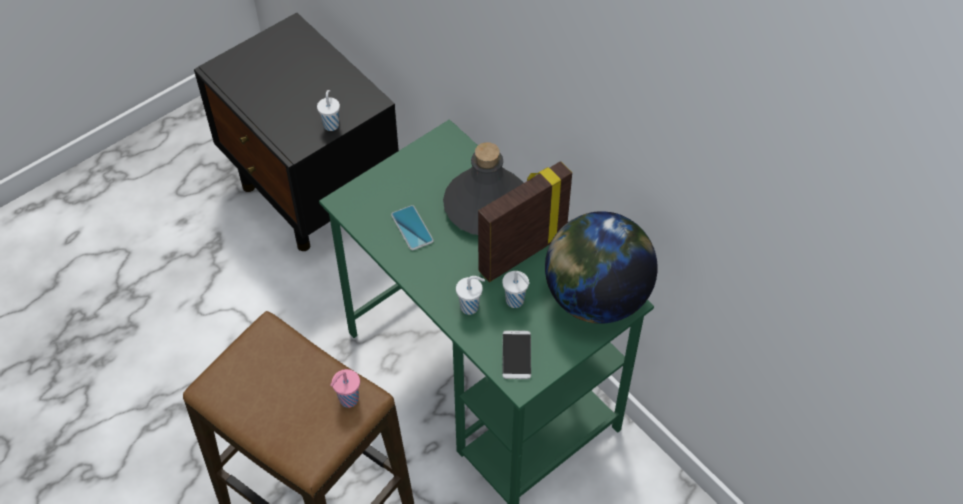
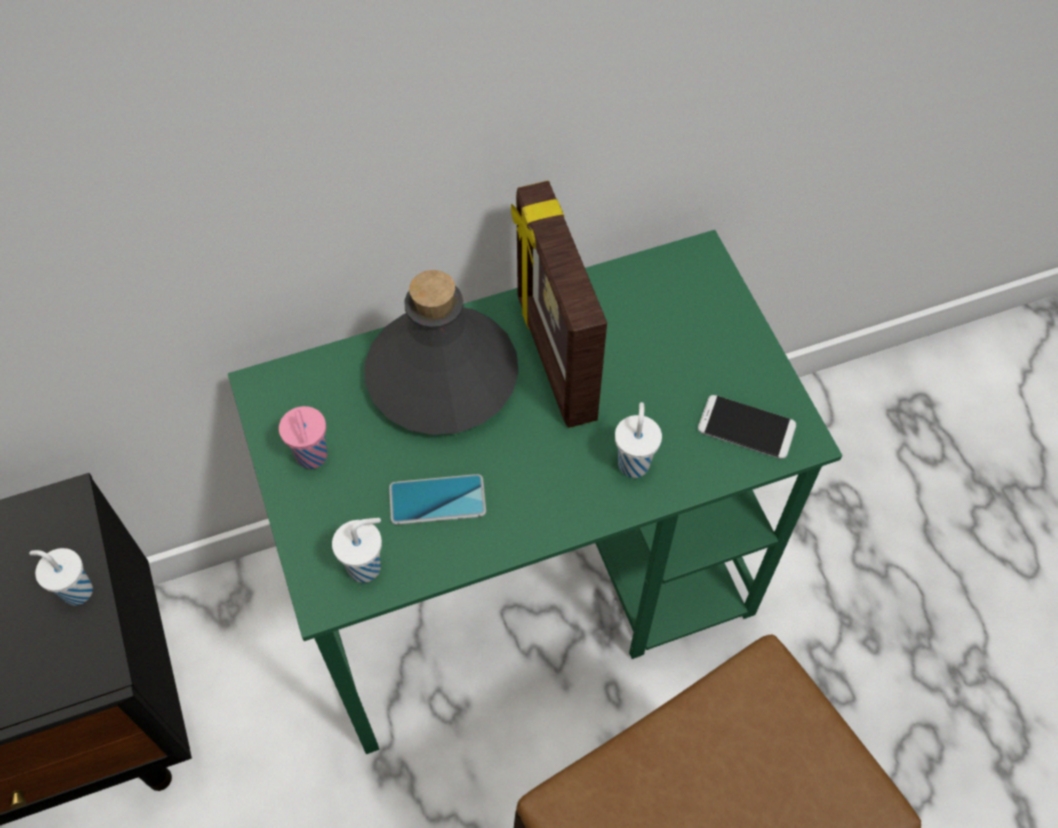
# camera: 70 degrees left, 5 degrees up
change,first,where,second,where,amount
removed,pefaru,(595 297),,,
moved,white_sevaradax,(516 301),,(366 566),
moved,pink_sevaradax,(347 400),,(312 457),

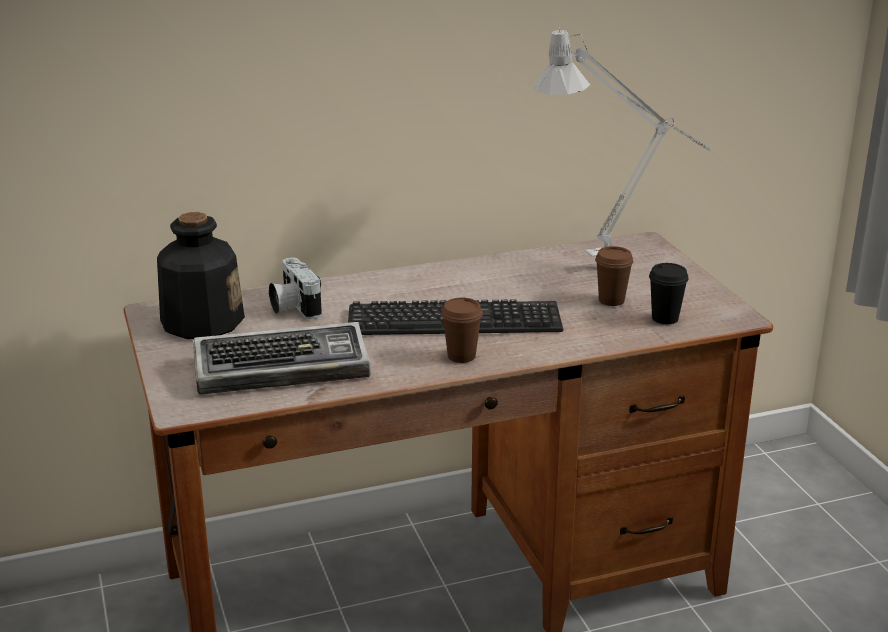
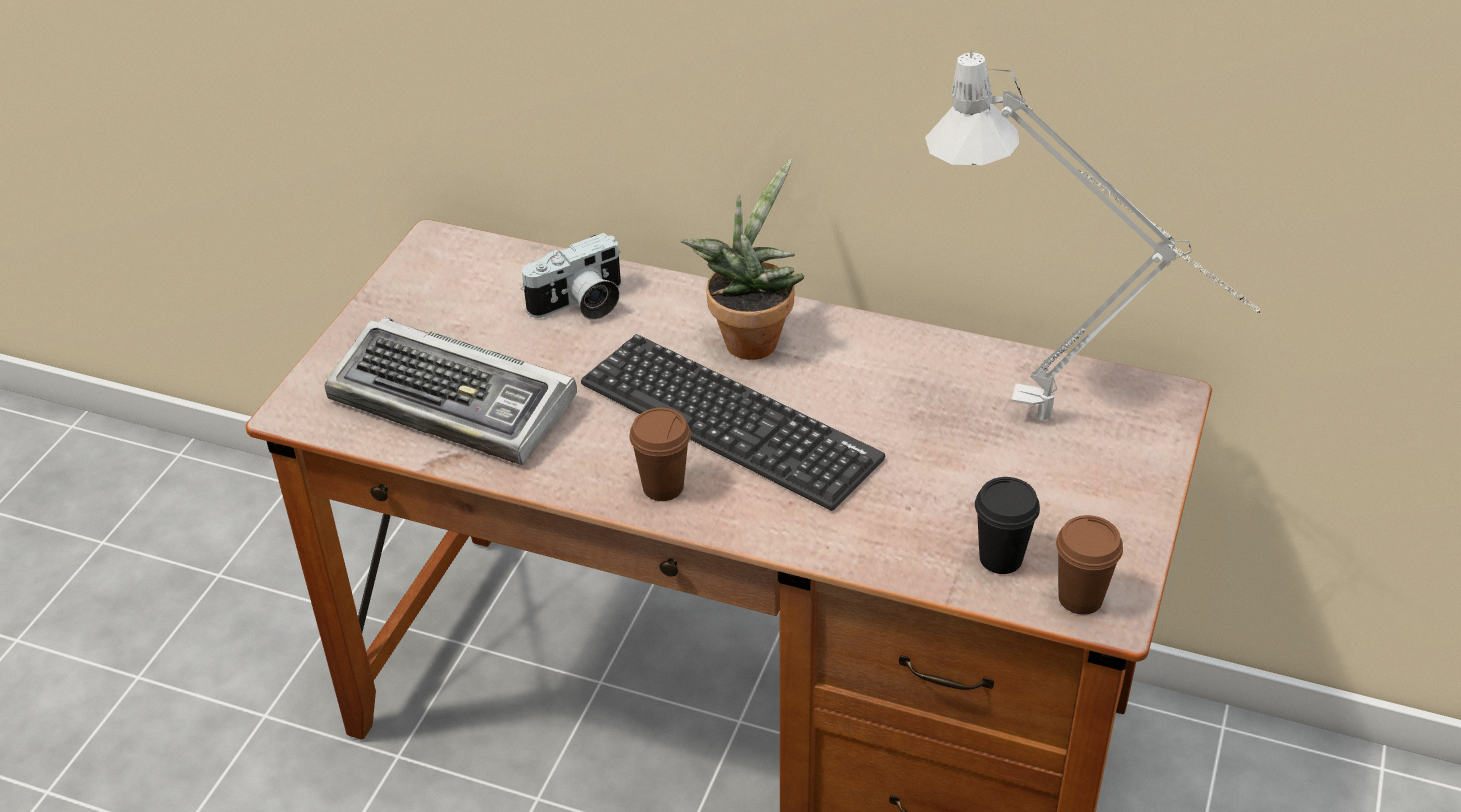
# camera: 40 degrees right, 15 degrees up
change,first,where,second,where,amount
removed,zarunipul,(201 321),,,
moved,brown_sevaradax,(611 300),,(1080 598),
turned,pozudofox,(293 306),,(580 305),135 degrees counterclockwise
added,,,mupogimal,(750 337),

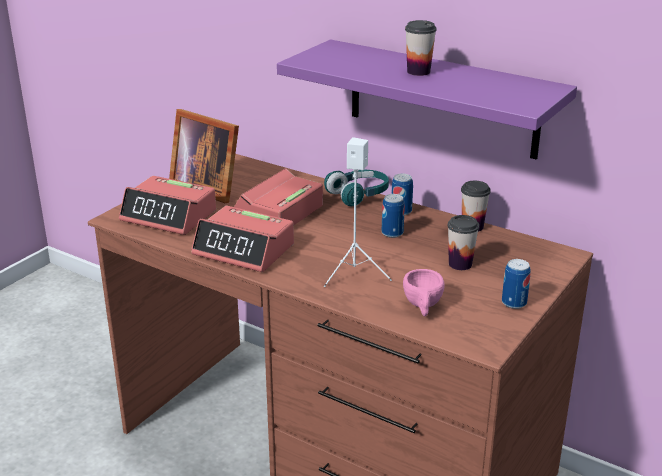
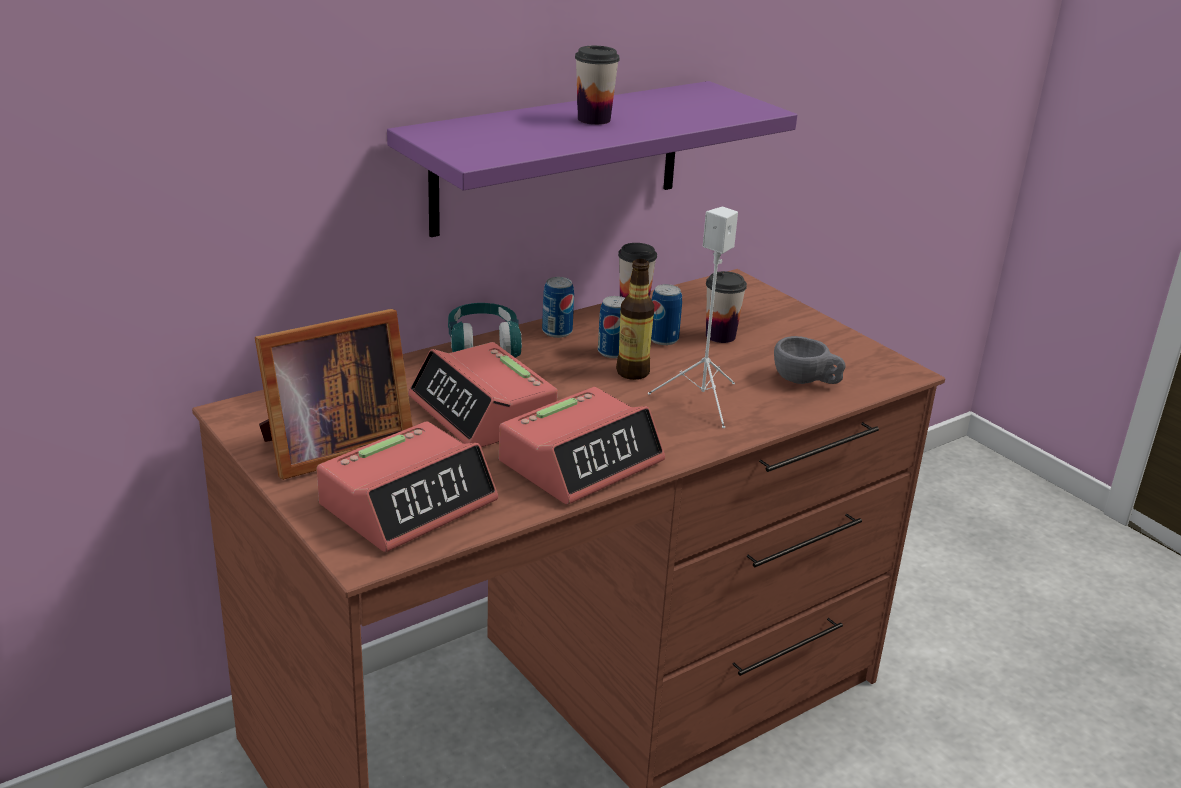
# camera: 70 degrees left, 0 degrees up
change,first,where,second,where,amount
moved,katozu,(514 303),,(663 339),
recoloured,pink_sevaradax,(423 306),grey_sevaradax,(806 381),
added,,,zarunipul,(633 372),

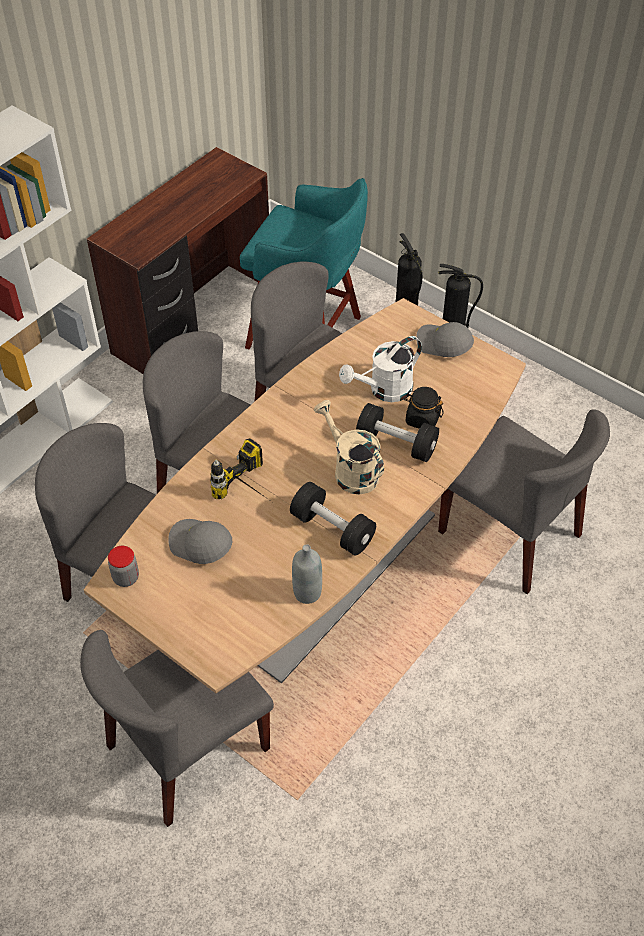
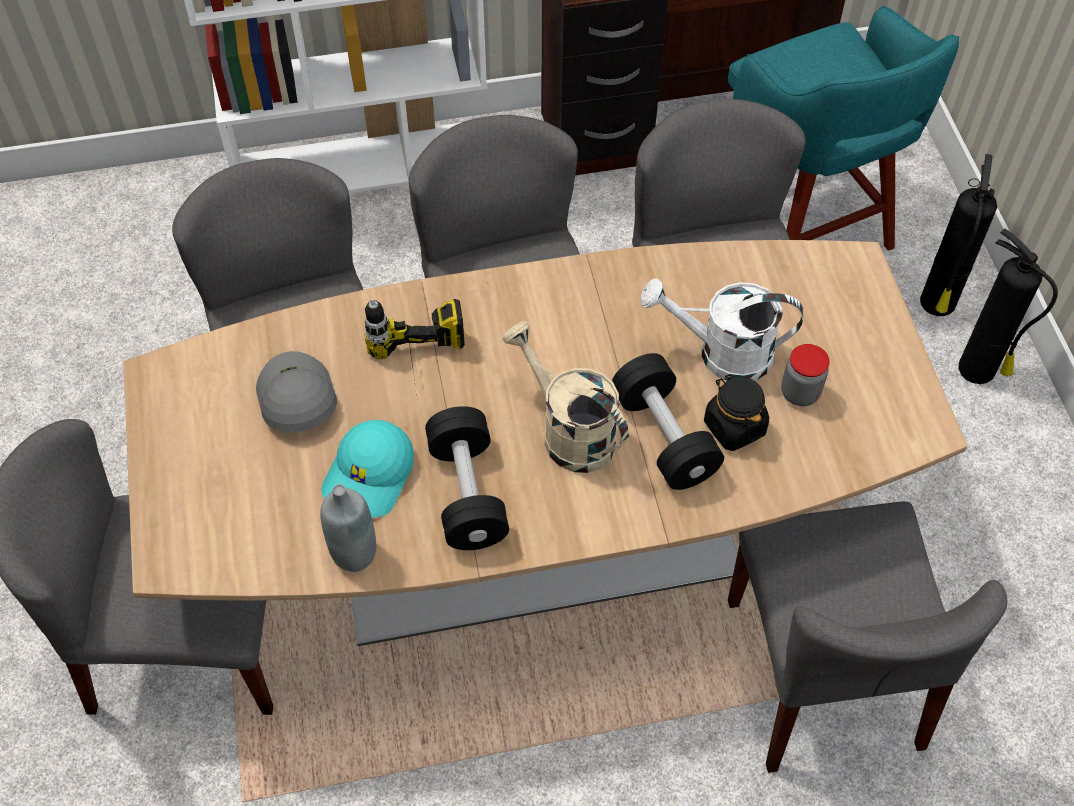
# camera: 40 degrees right, 5 degrees up
change,first,where,second,where,amount
removed,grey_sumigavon,(443 344),,,
turned,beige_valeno,(350 470),,(568 431),45 degrees counterclockwise
moved,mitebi,(126 577),,(800 393),
added,,,turquoise_sumigavon,(370 477),

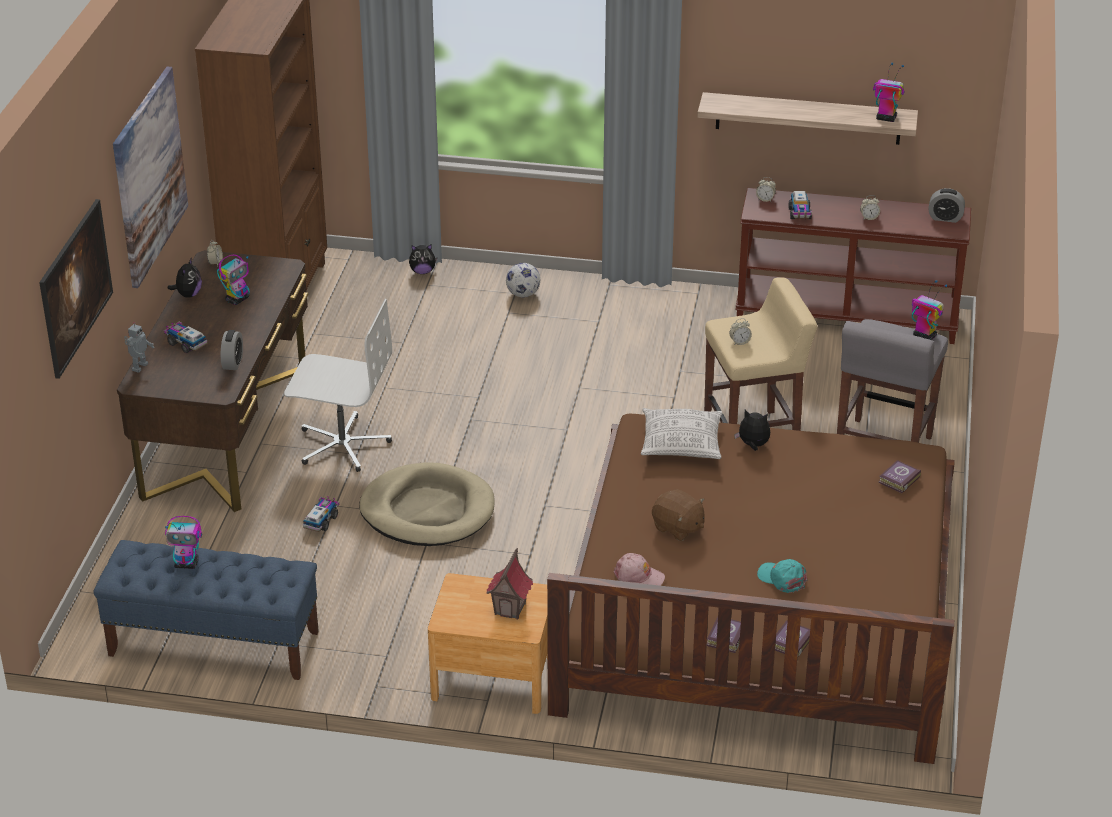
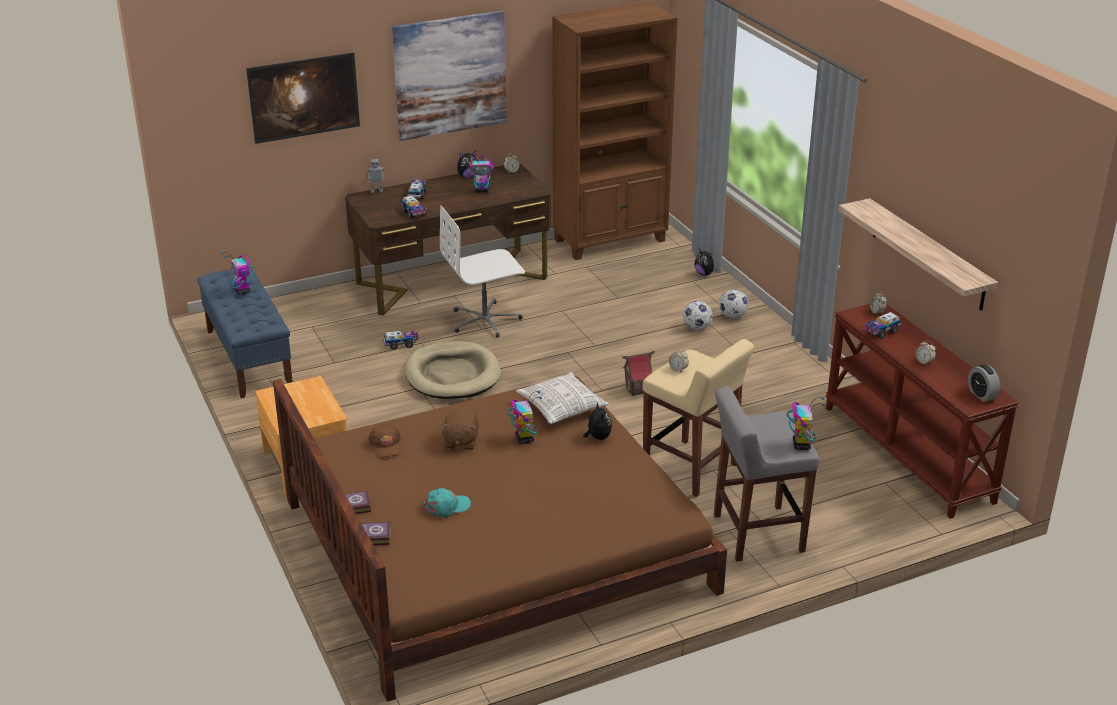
# camera: 55 degrees right, 5 degrees down
change,first,where,second,where,amount
moved,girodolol,(885 118),,(524 438),
turned,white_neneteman,(342 444),,(485 320),90 degrees clockwise
replaced,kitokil,(233 363),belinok,(414 213),
removed,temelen,(898 480),,,
moved,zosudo,(510 609),,(637 390),
recoloured,pink_sumigavon,(638 577),brown_sumigavon,(386 445),
turned,turquoise_sumigavon,(782 579),,(447 506),60 degrees clockwise
added,,,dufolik,(696 328),

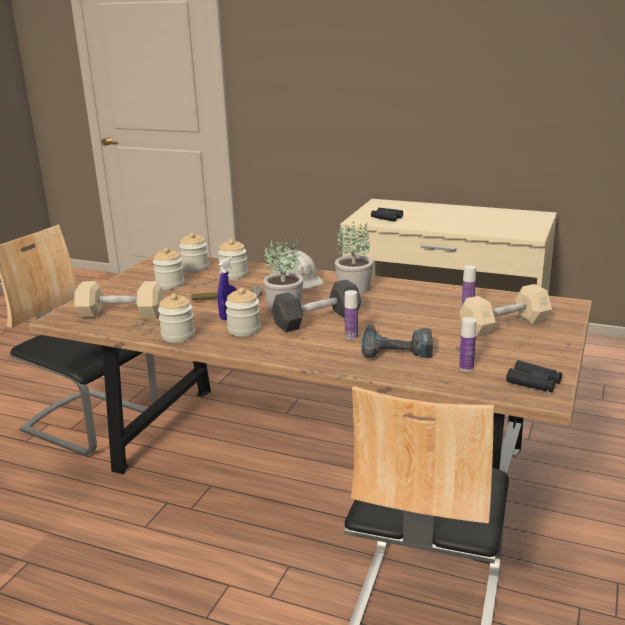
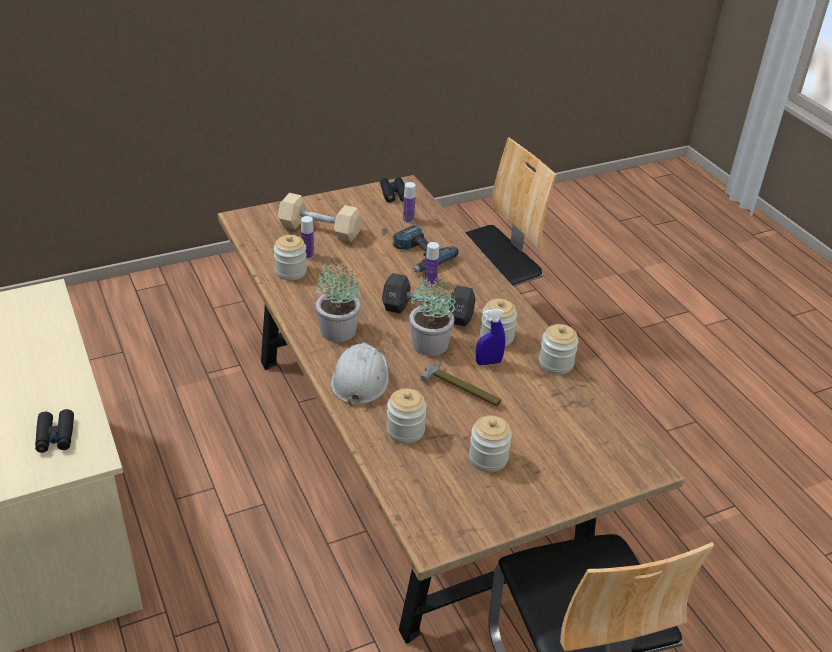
# camera: 140 degrees left, 15 degrees up
change,first,where,second,where,amount
moved,mitebi,(195 268),,(291 271),
removed,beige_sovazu,(121 313),,,

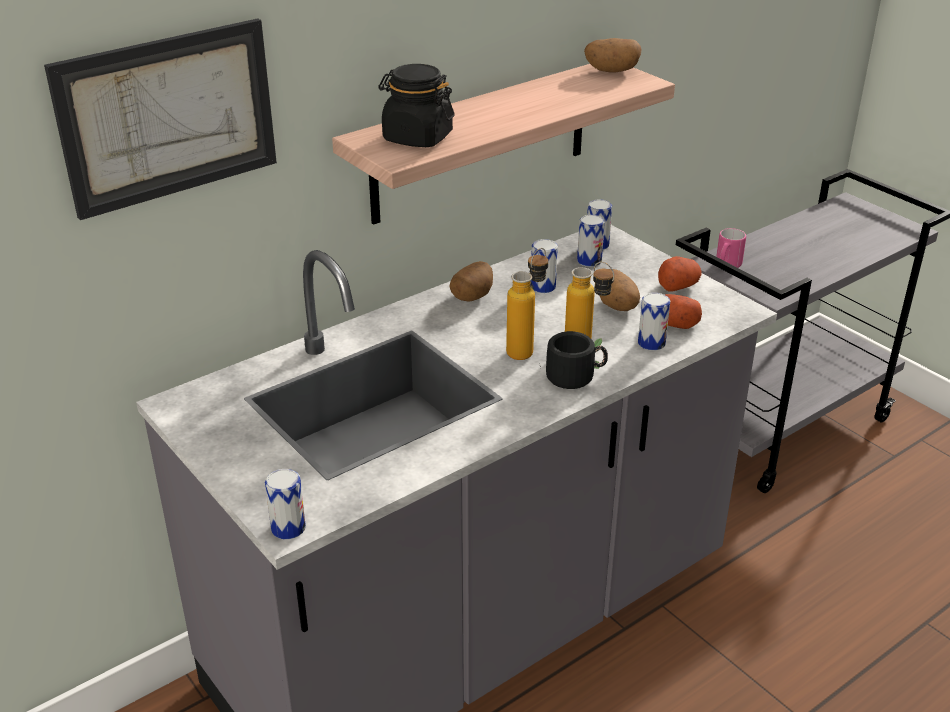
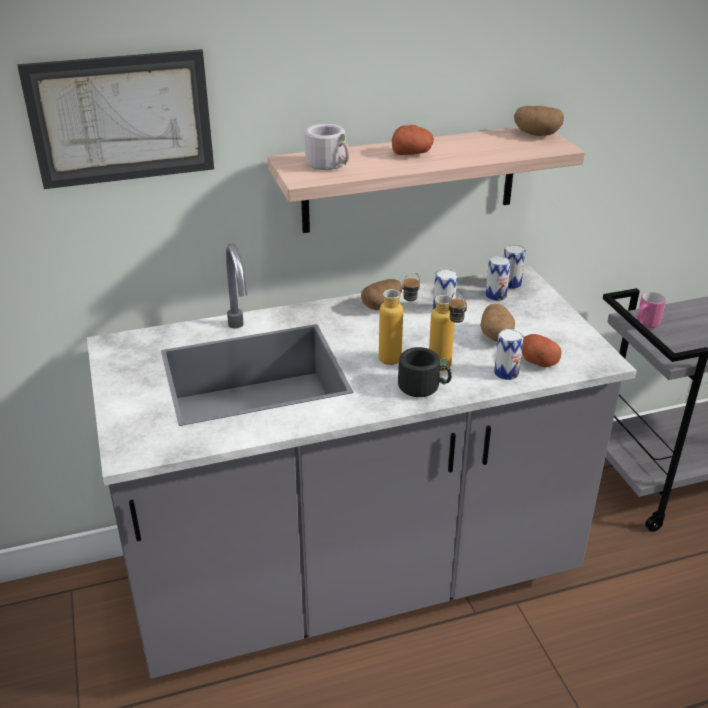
# camera: 20 degrees right, 0 degrees up
change,first,where,second,where,amount
replaced,black_mitebi,(417 138),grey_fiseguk,(331 165),
moved,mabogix,(678 285),,(412 153),
removed,katozu,(288 528),,,

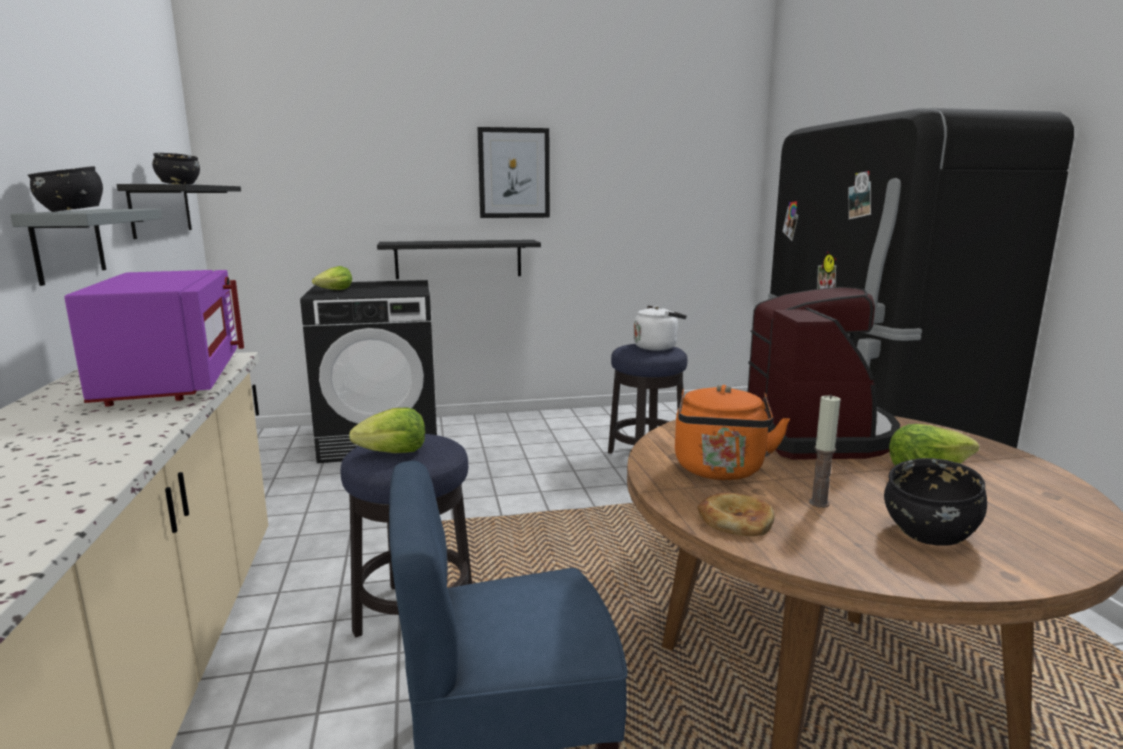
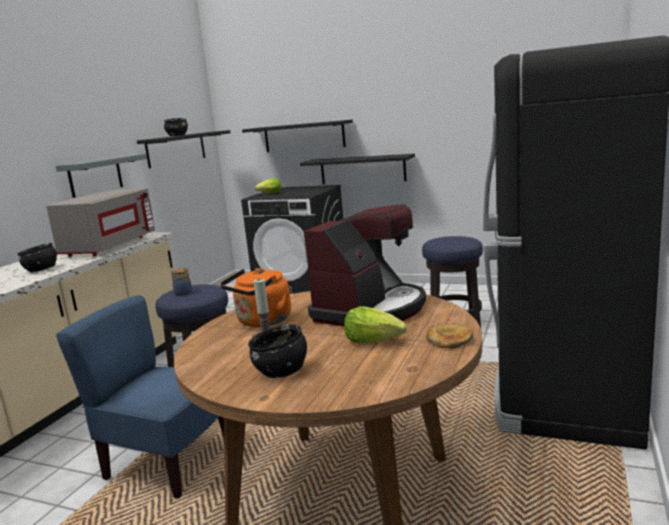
# camera: 35 degrees right, 0 degrees up
change,first,where,second,where,amount
removed,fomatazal,(514 173),,,
moved,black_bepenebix,(72 211),,(41 270),
recoloured,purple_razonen,(171 382),grey_razonen,(109 246),
removed,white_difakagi,(657 347),,,
replaced,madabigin,(393 453),mitebi,(182 293),
moved,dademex,(735 520),,(449 339),
added,,,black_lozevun,(304 136),

